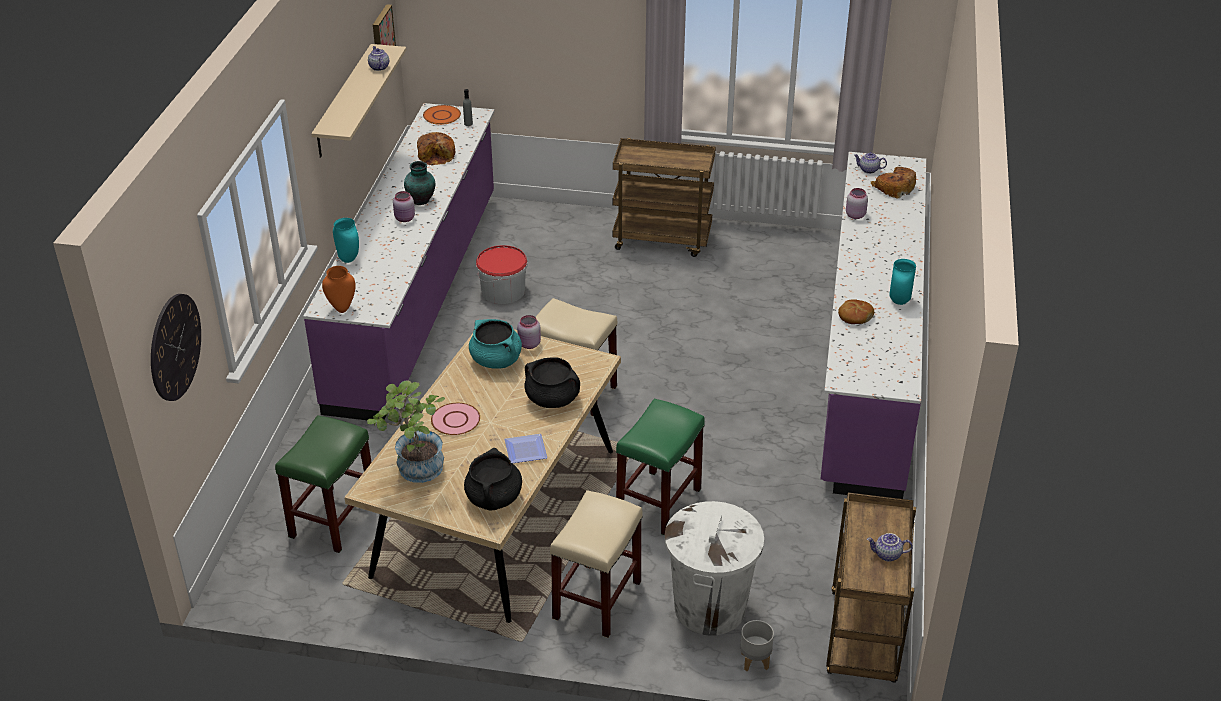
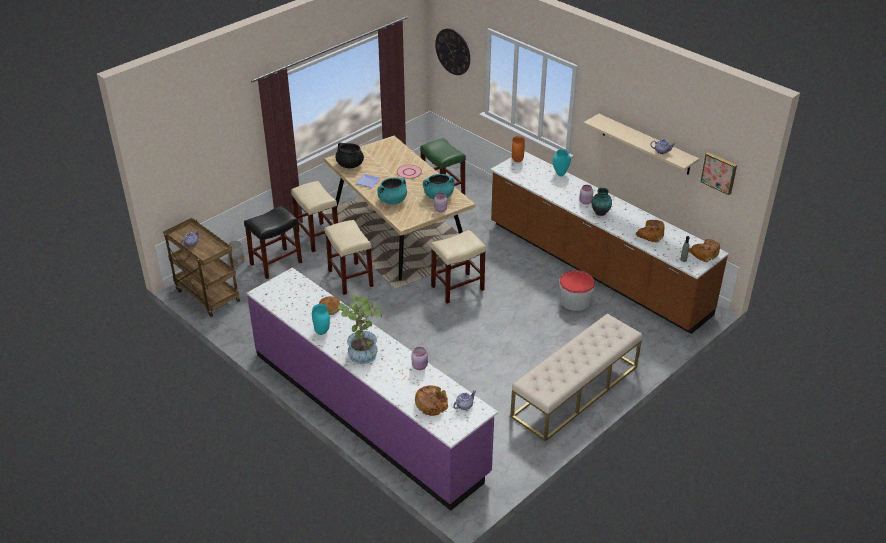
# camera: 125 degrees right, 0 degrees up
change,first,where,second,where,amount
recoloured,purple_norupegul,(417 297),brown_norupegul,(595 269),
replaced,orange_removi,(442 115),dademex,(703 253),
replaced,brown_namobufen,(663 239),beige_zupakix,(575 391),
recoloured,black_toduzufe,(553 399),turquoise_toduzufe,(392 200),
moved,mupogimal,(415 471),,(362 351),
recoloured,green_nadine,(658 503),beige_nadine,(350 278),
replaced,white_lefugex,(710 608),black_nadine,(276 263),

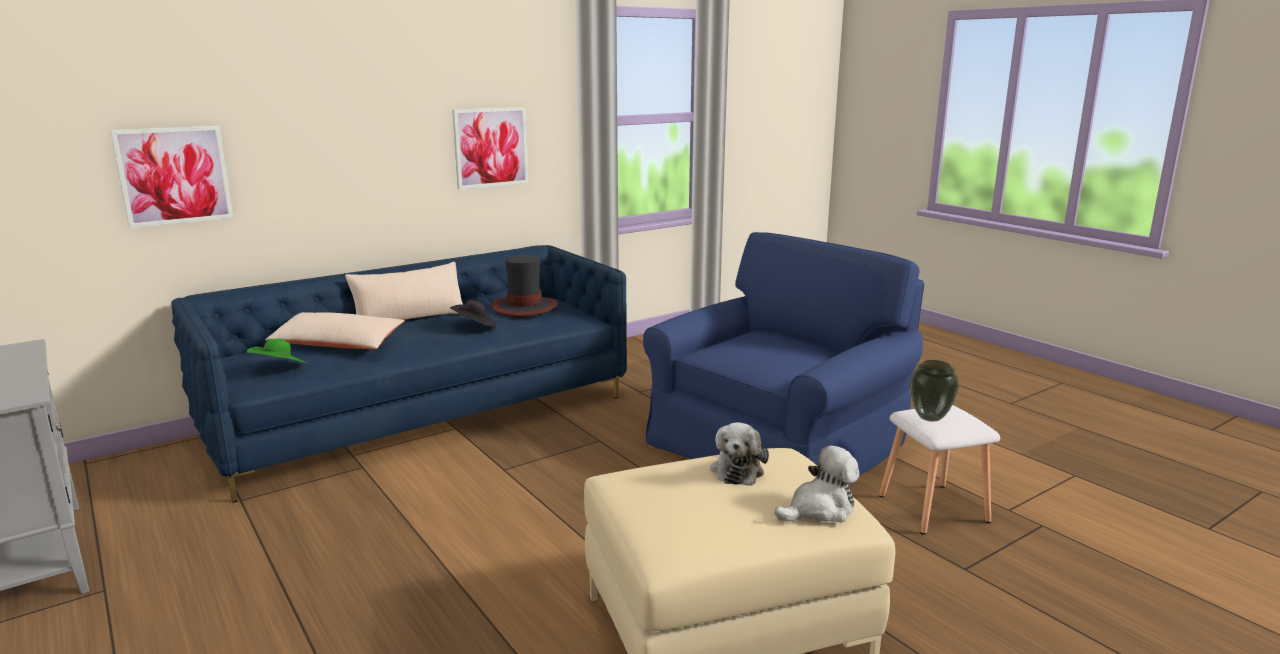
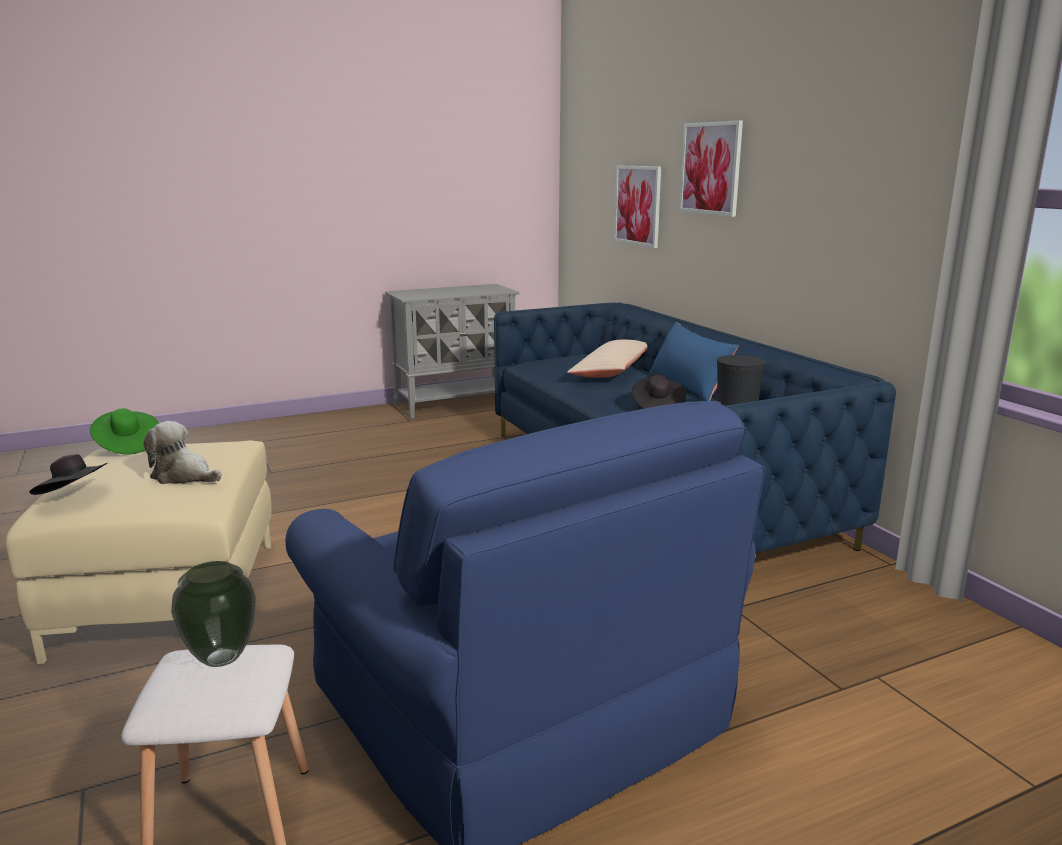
# camera: 100 degrees right, 0 degrees up
change,first,where,second,where,amount
moved,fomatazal,(491 147),,(711 168),
recoloured,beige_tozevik,(409 318),blue_tozevik,(689 386),
moved,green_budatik,(279 368),,(127 446),
replaced,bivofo,(819 509),black_budatik,(74 496),

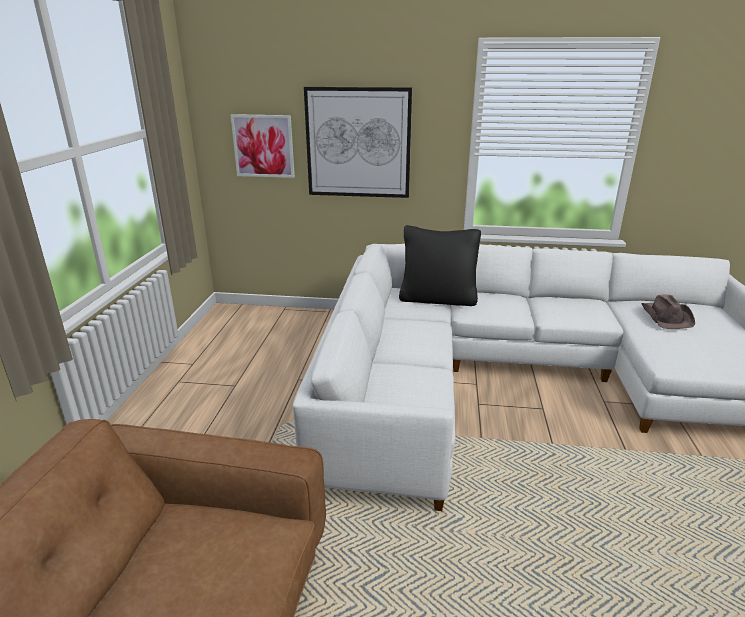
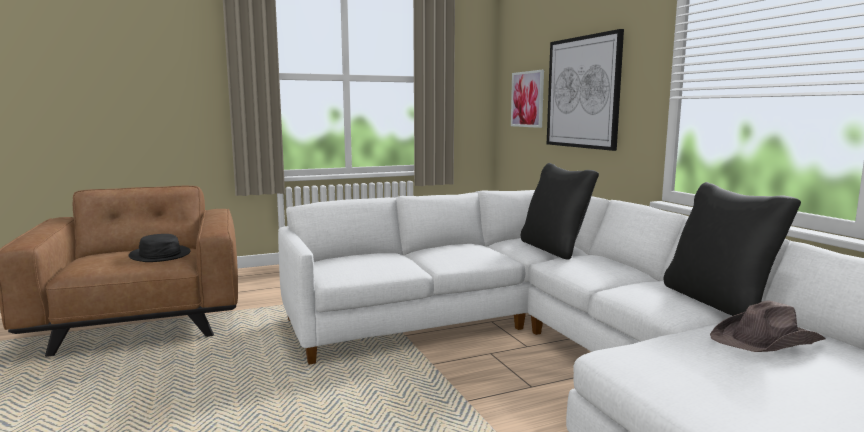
# camera: 60 degrees right, 15 degrees down
change,first,where,second,where,amount
added,,,black_tozevik,(719 301),
added,,,black_budatik,(160 255),

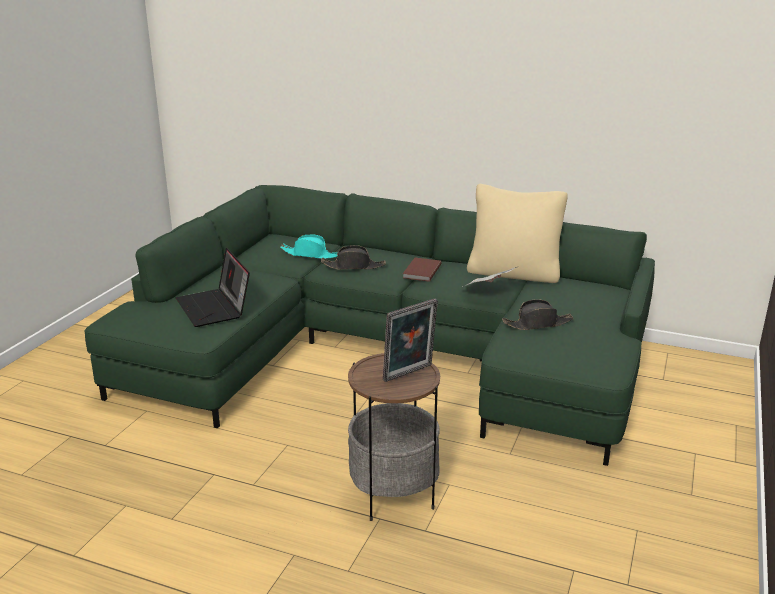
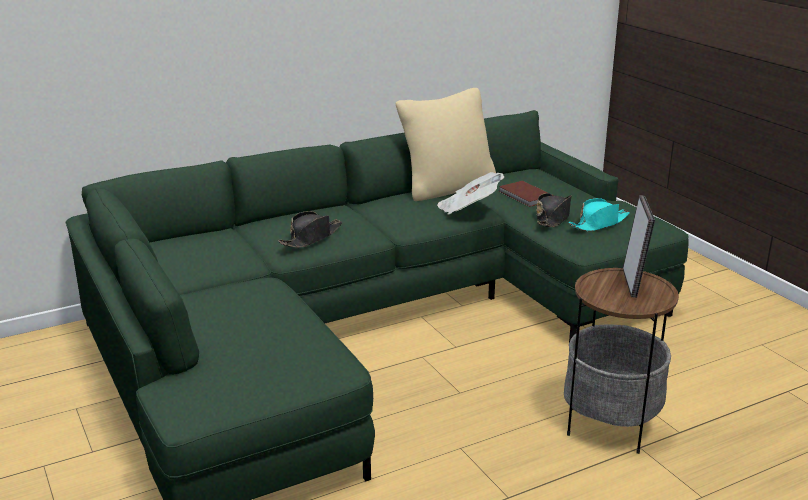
# camera: 50 degrees left, 0 degrees up
change,first,where,second,where,amount
moved,turquoise_budatik,(310 254),,(599 223),
removed,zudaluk,(215 308),,,
moved,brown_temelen,(420 271),,(525 196),

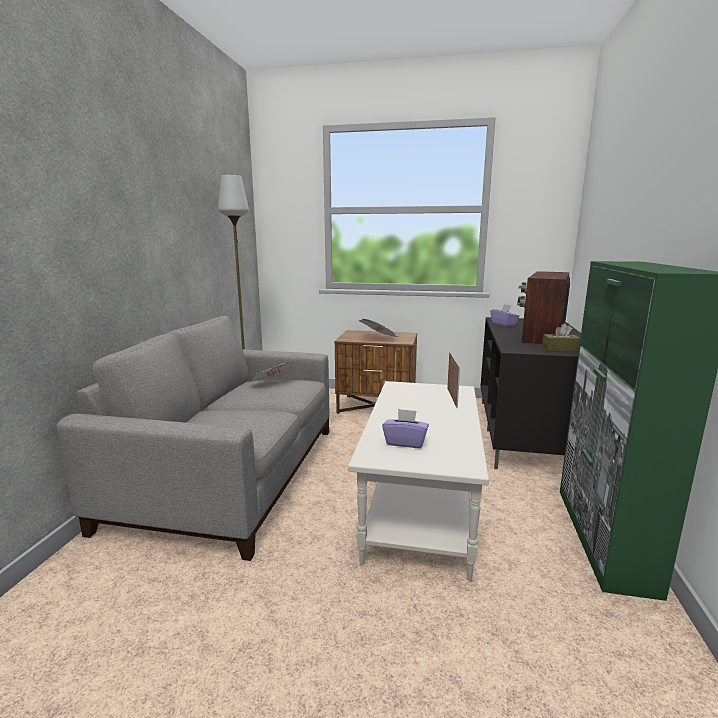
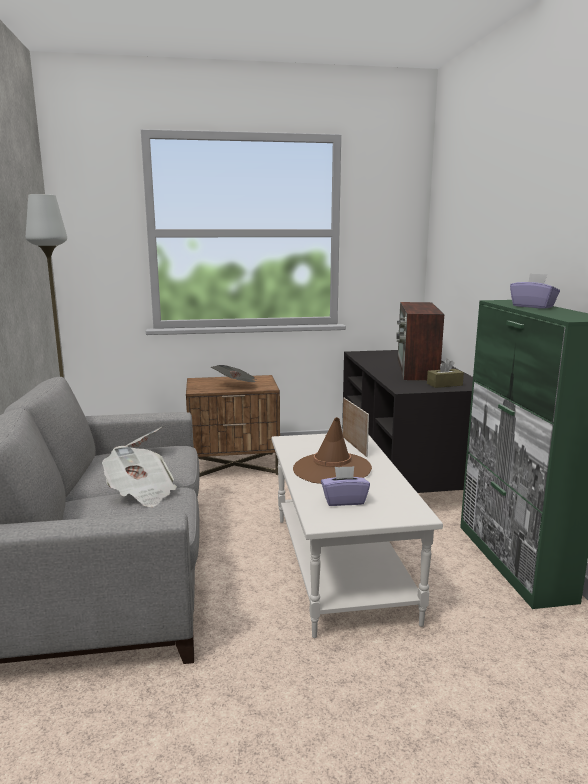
# camera: 20 degrees left, 0 degrees up
change,first,where,second,where,amount
moved,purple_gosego,(503 324),,(533 306),
added,,,brown_budatik,(332 469),
added,,,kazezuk,(141 493),

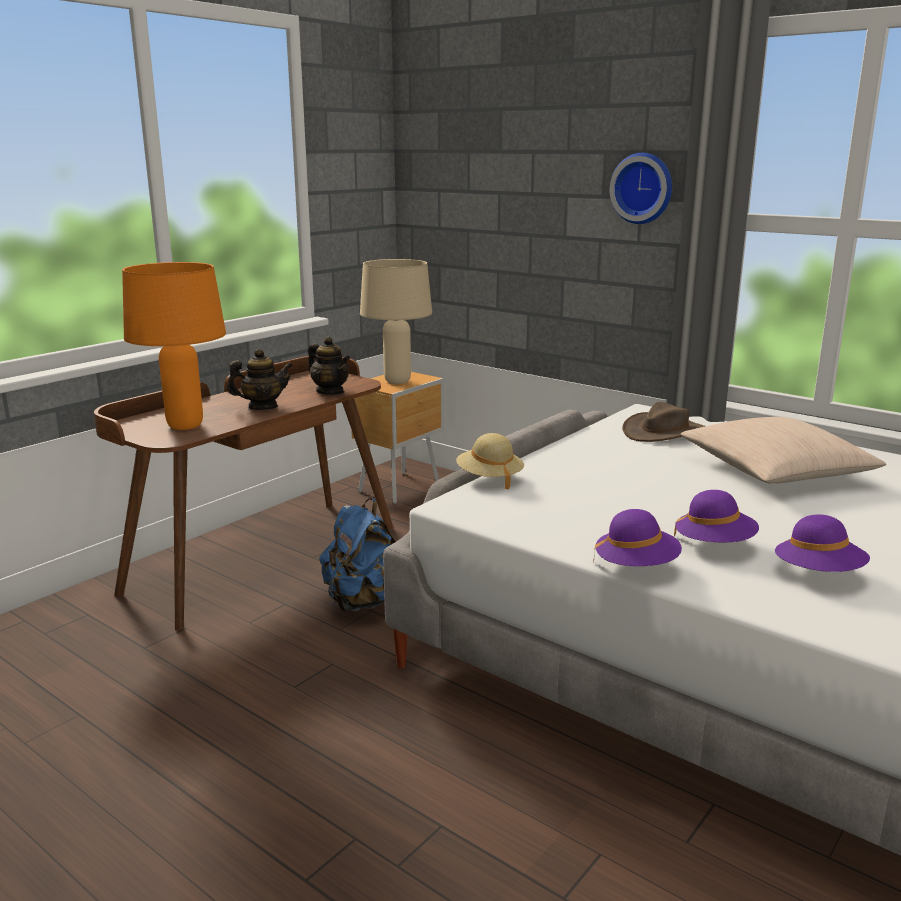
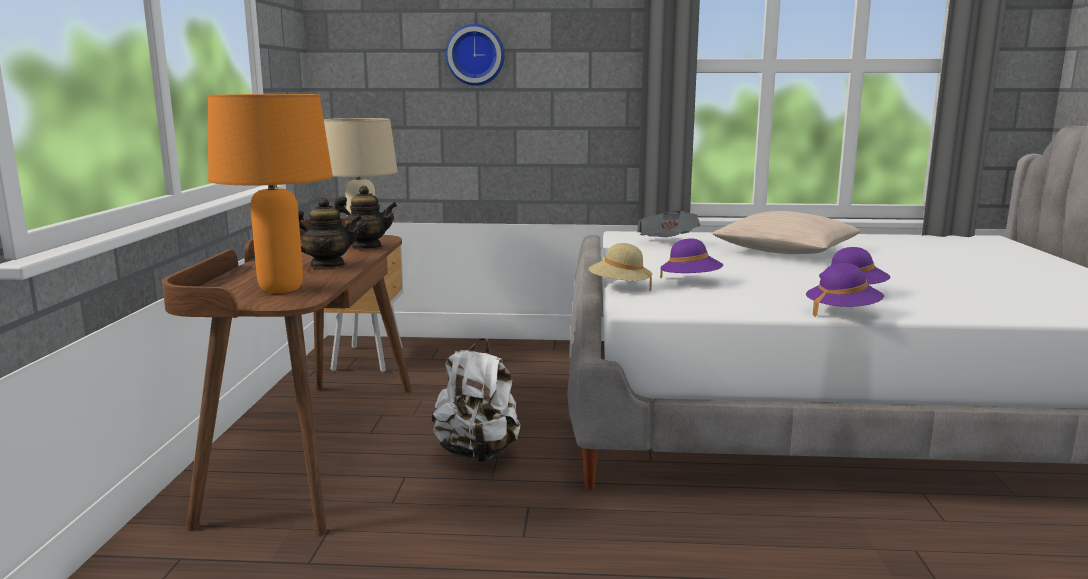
# camera: 35 degrees left, 5 degrees down
change,first,where,second,where,amount
moved,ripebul,(643 188),,(475 55),
turned,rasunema,(262 407),,(327 265),45 degrees clockwise
replaced,brown_budatik,(664 431),kazezuk,(667 243),
recoloured,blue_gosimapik,(362 602),white_gosimapik,(477 453),
moved,purple_budatik,(818 573),,(691 281),

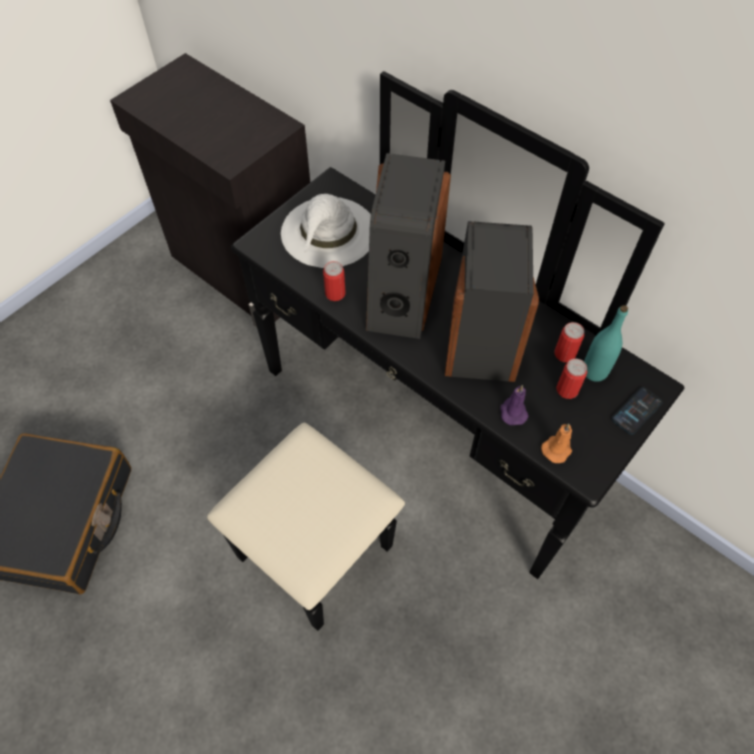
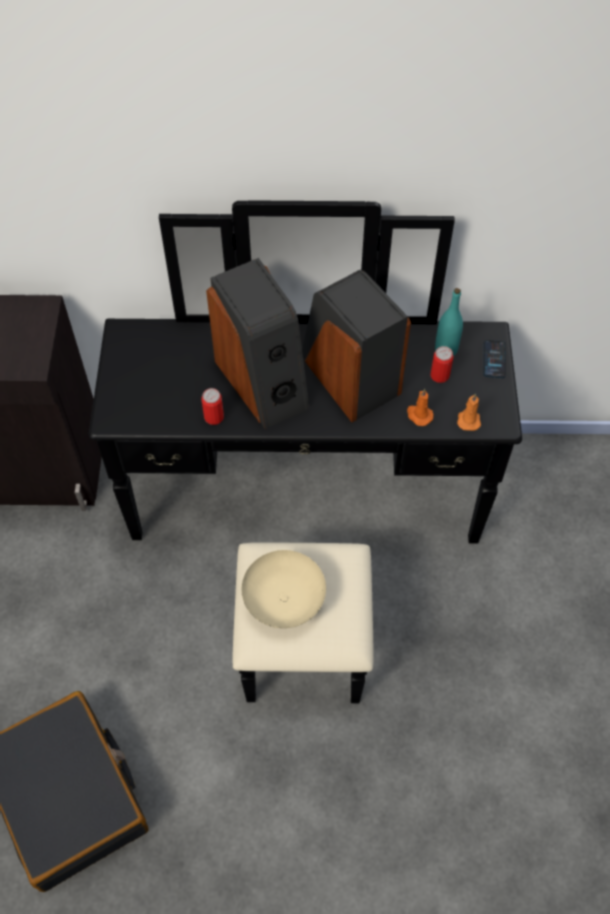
# camera: 40 degrees left, 0 degrees up
change,first,where,second,where,amount
removed,white_budatik,(328 233),,,
removed,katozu,(565 354),,,
recoloured,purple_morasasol,(513 411),orange_morasasol,(419 415),
added,,,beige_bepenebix,(283 599),

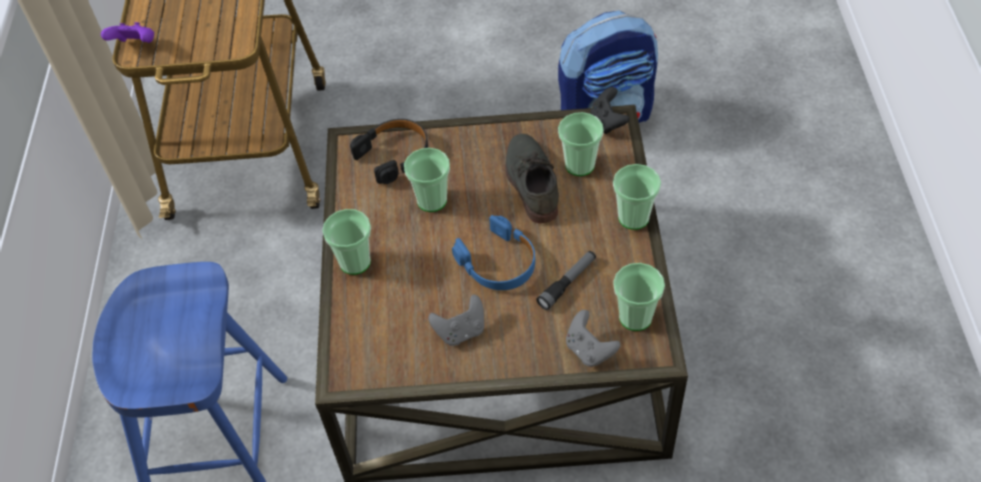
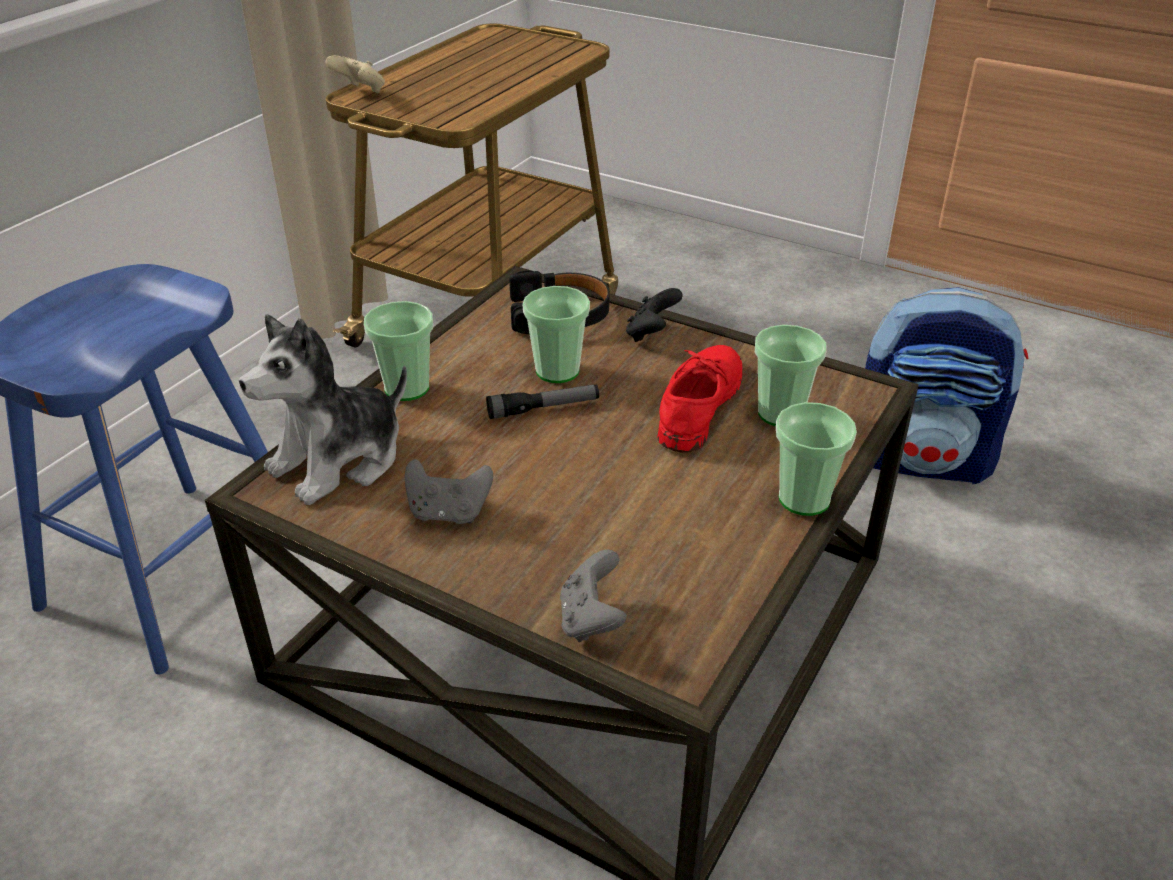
# camera: 30 degrees right, 15 degrees down
change,first,where,second,where,amount
recoloured,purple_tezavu,(135 46),beige_tezavu,(360 92),
moved,black_tezavu,(607 122),,(651 334),
recoloured,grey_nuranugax,(530 181),red_nuranugax,(698 403),
removed,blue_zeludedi,(498 263),,,
moved,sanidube,(567 283),,(543 408),
removed,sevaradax,(635 317),,,
added,,,bivofo,(339 460),

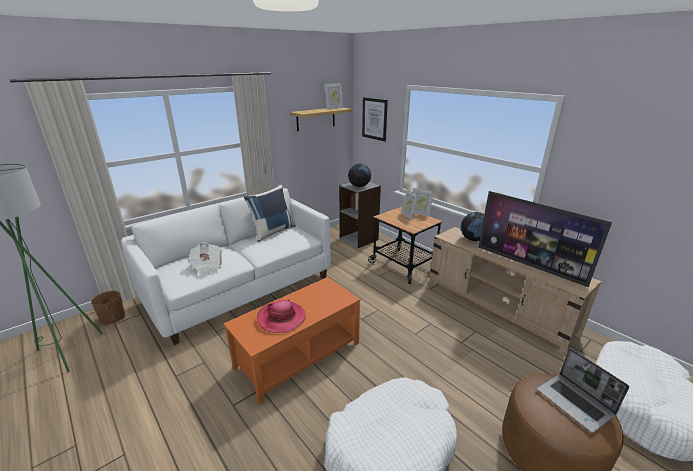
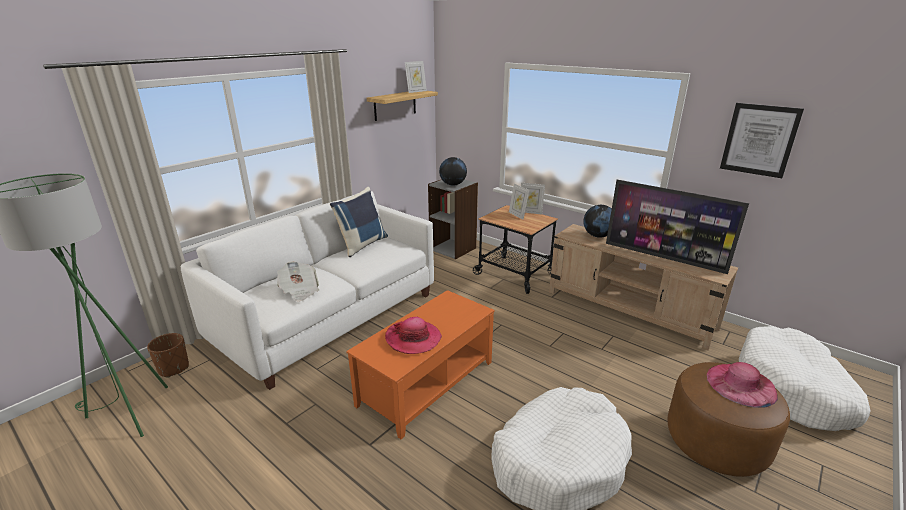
# camera: 10 degrees left, 0 degrees up
change,first,where,second,where,amount
moved,fomatazal,(374 119),,(759 140),
replaced,zudaluk,(575 403),pink_budatik,(741 384),

